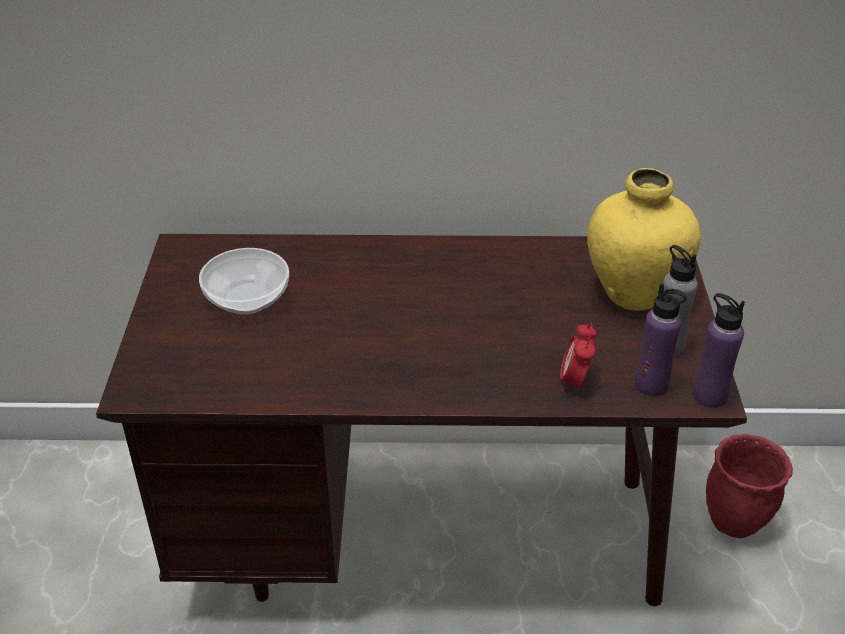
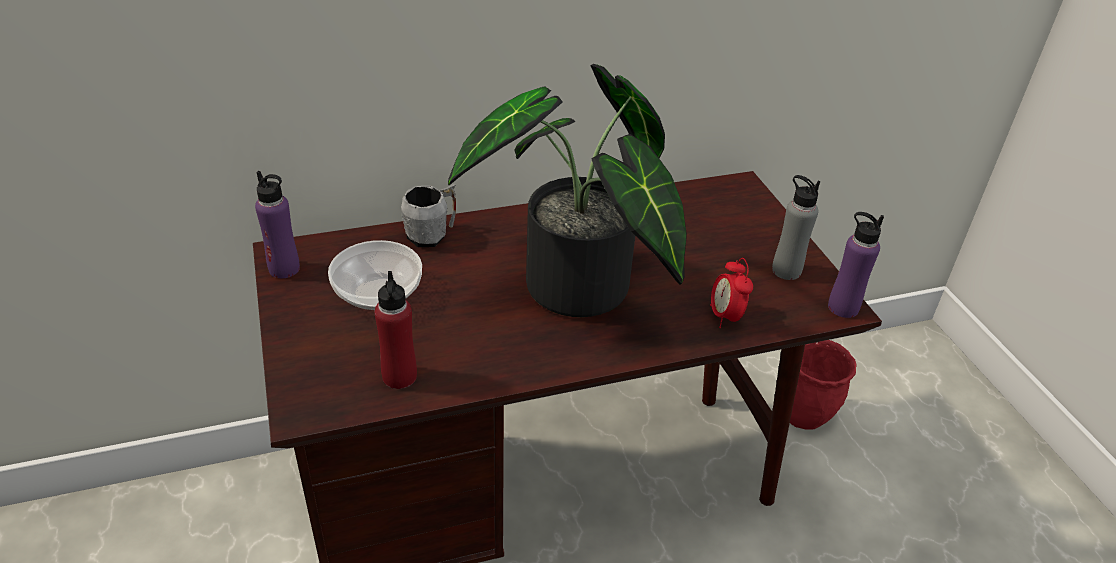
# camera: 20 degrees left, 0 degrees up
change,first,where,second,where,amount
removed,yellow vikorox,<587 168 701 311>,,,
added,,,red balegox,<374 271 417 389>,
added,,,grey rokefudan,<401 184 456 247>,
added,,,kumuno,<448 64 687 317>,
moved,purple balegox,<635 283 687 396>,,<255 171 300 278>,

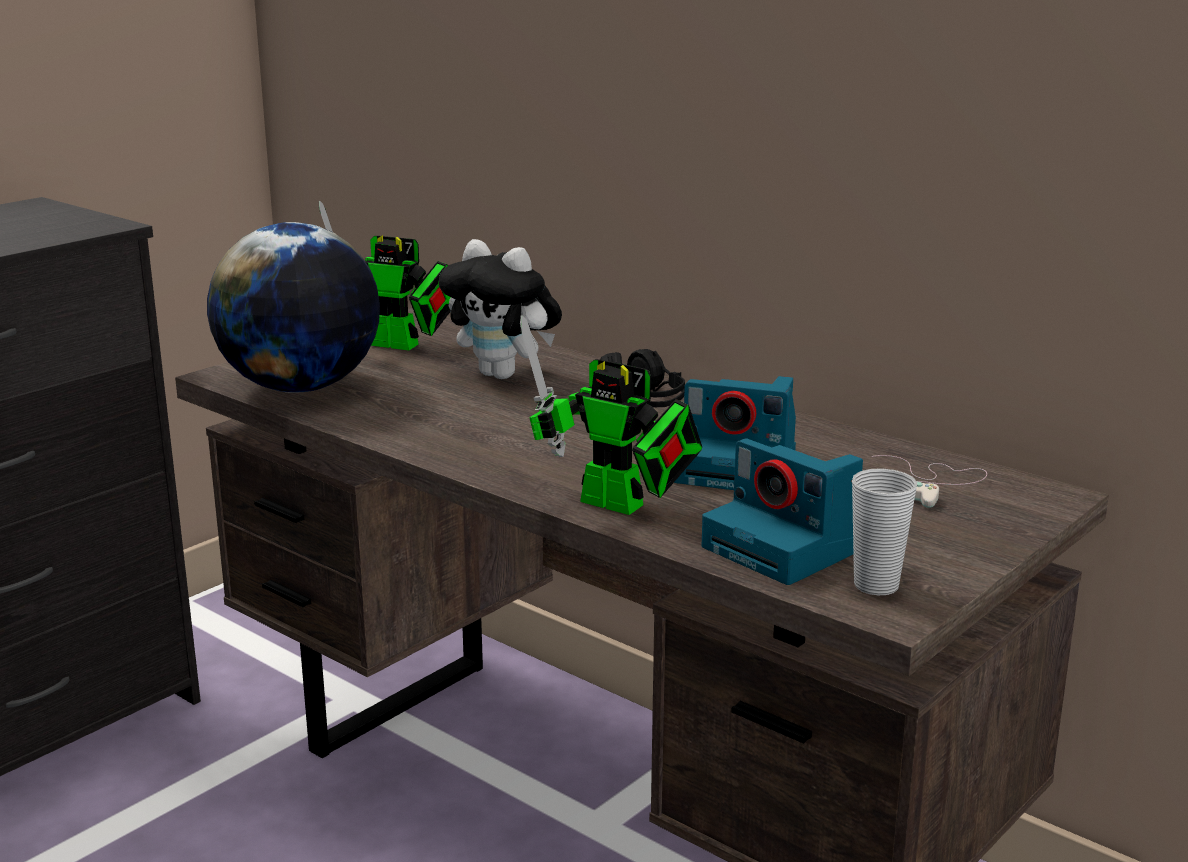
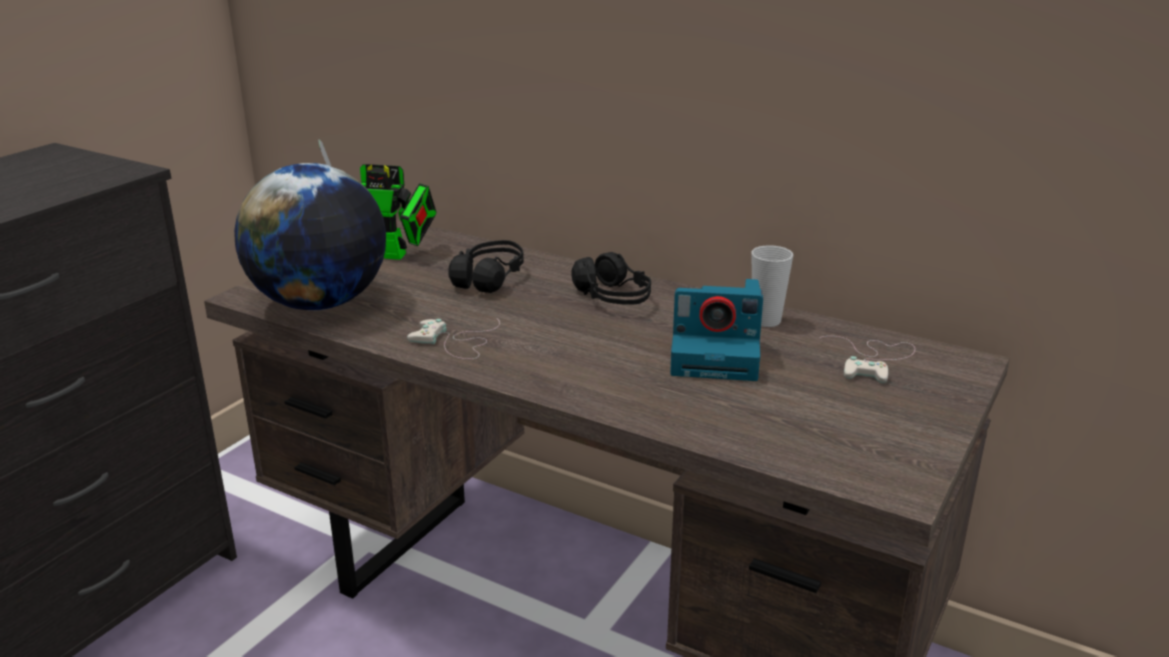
# camera: 10 degrees left, 5 degrees up
change,first,where,second,where,amount
removed,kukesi,<520 315 702 515>,,,
removed,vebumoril,<702 439 863 585>,,,
added,,,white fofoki,<407 319 500 359>,
moved,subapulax,<852 468 918 595>,,<751 245 793 327>,
replaced,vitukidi,<439 239 562 379>,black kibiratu,<448 240 524 293>,

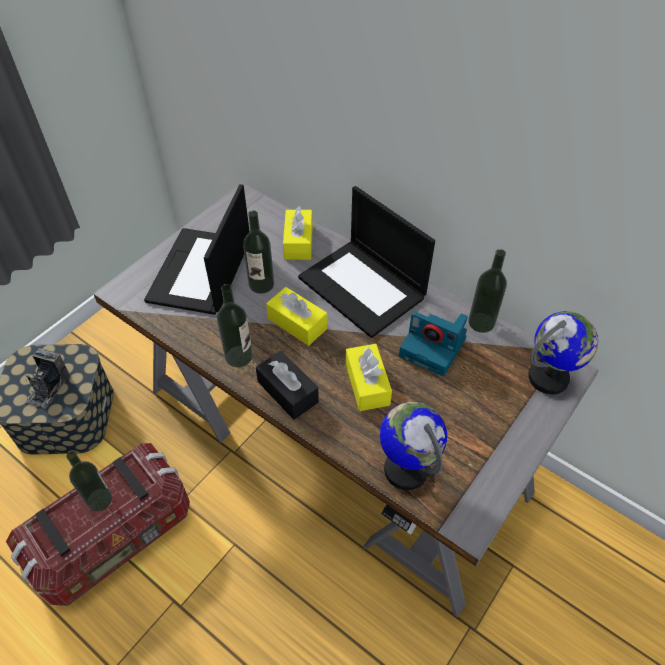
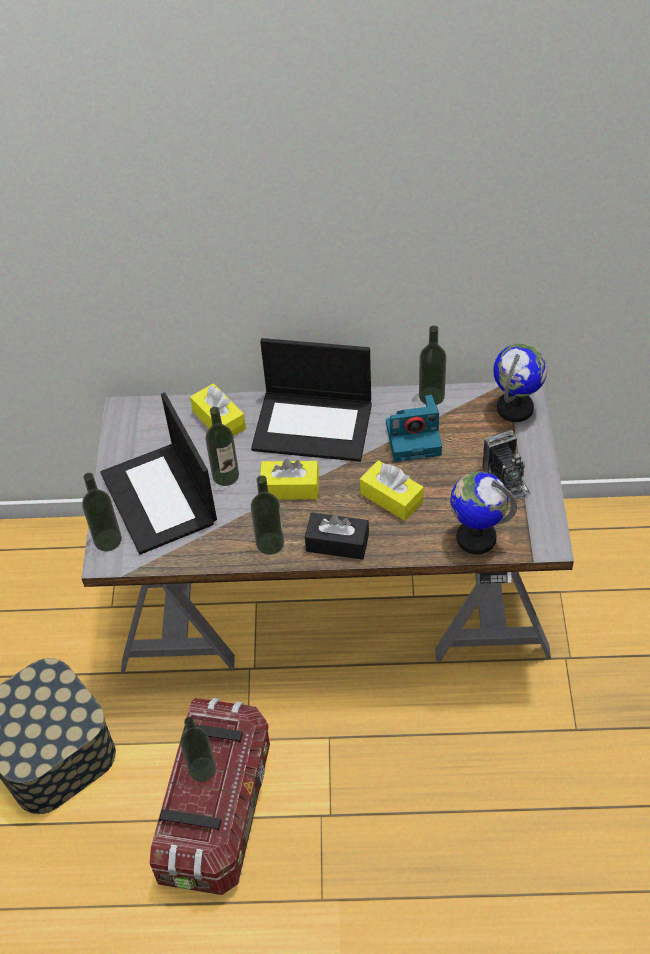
# camera: 35 degrees left, 0 degrees up
change,first,where,second,where,amount
added,,,balegox,<82 473 122 551>,
moved,vebumoril,<25 348 70 408>,,<482 430 531 502>,

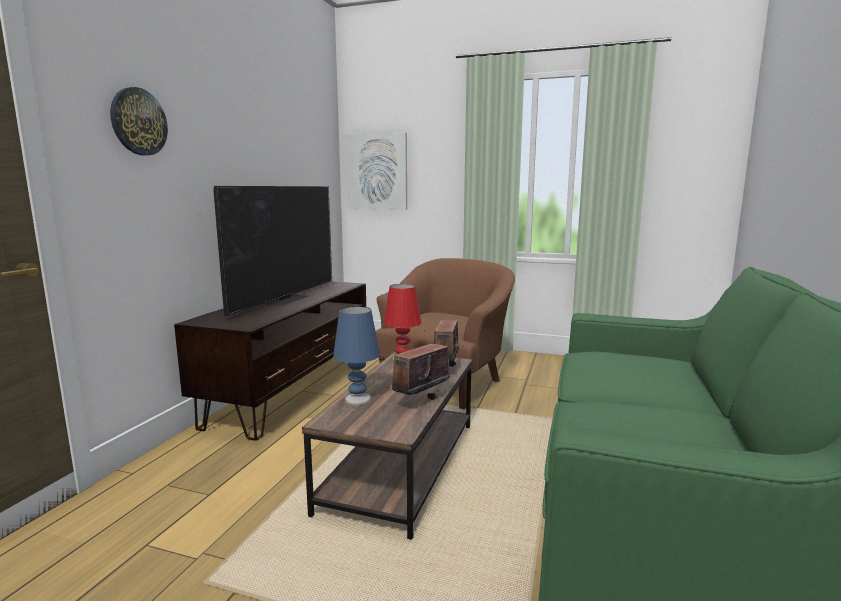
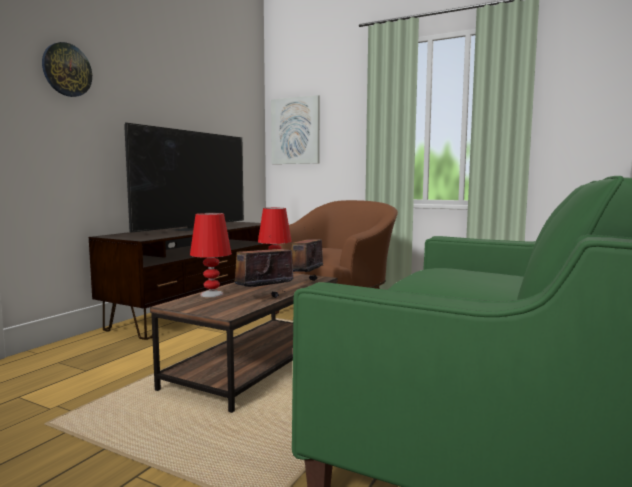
# camera: 10 degrees right, 5 degrees down
change,first,where,second,where,amount
recoloured,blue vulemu,<333 306 380 404>,red vulemu,<190 213 232 297>,

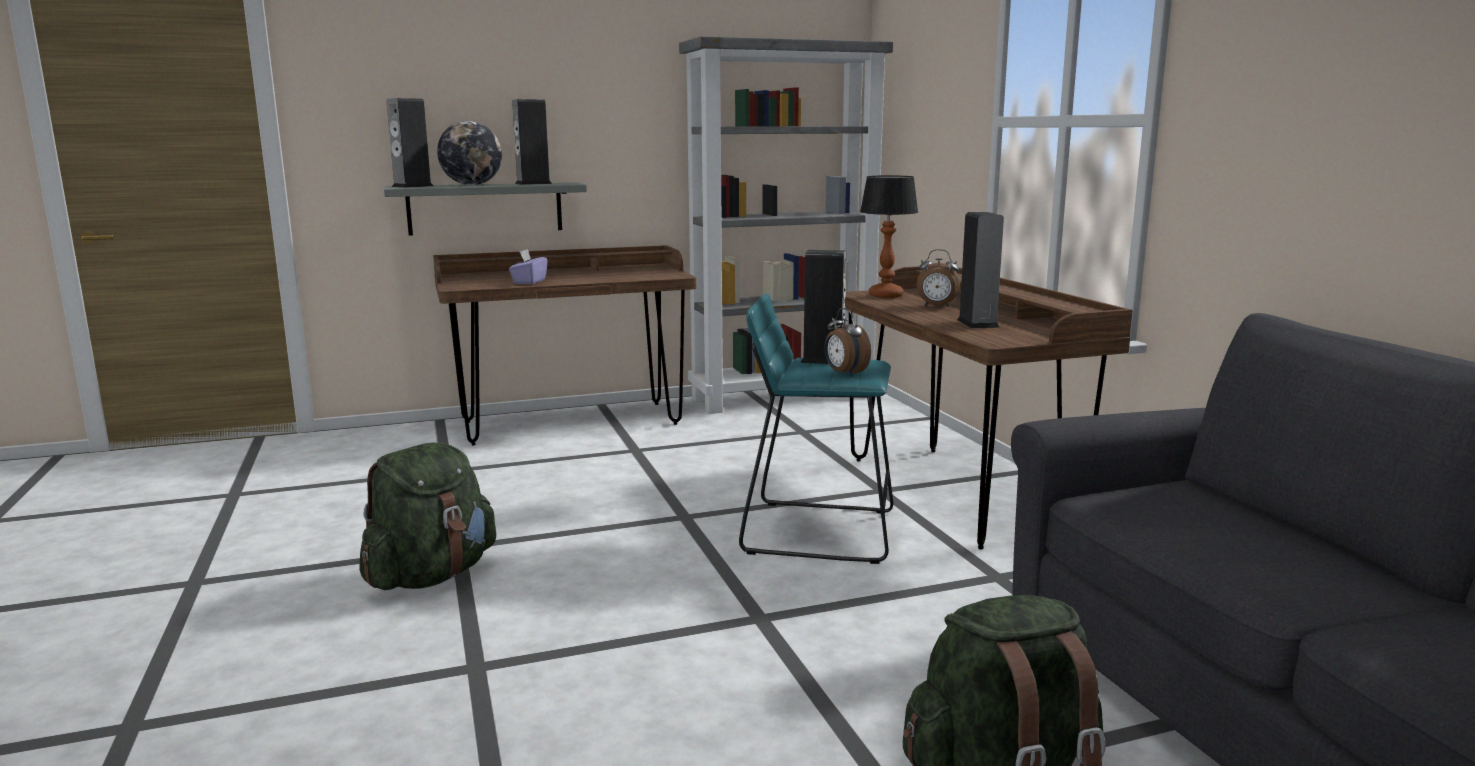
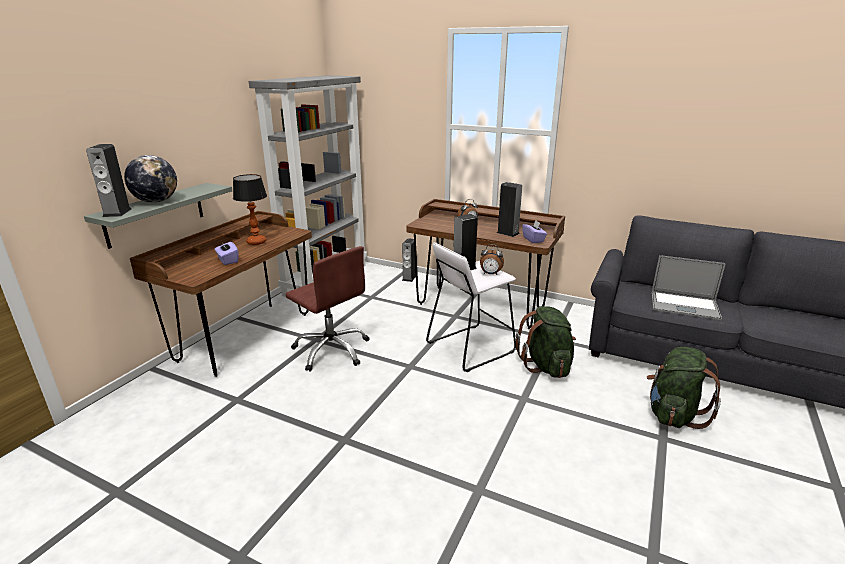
# camera: 45 degrees left, 10 degrees up
change,first,where,second,where,amount
added,,,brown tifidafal,<285 246 369 372>,
added,,,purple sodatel,<522 220 547 243>,
added,,,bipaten,<651 255 725 320>,
moved,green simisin,<359 442 496 590>,,<516 306 576 378>,
moved,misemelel,<512 99 552 185>,,<402 238 416 282>,
moved,vulemu,<860 175 918 298>,,<233 174 267 245>,
recoloured,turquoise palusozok,<739 293 894 564>,white palusozok,<426 243 516 372>,

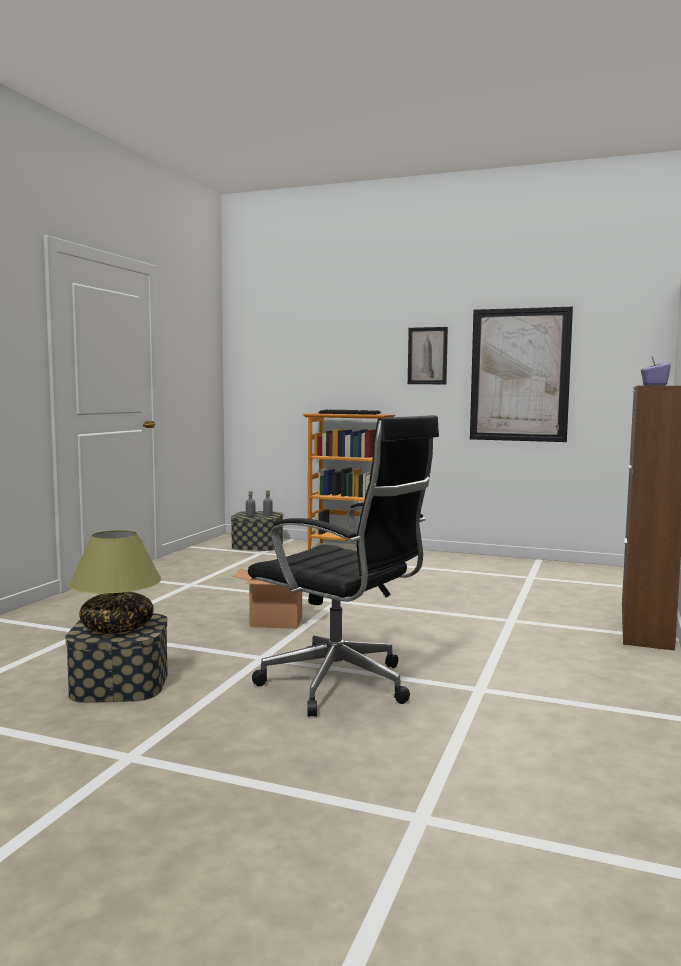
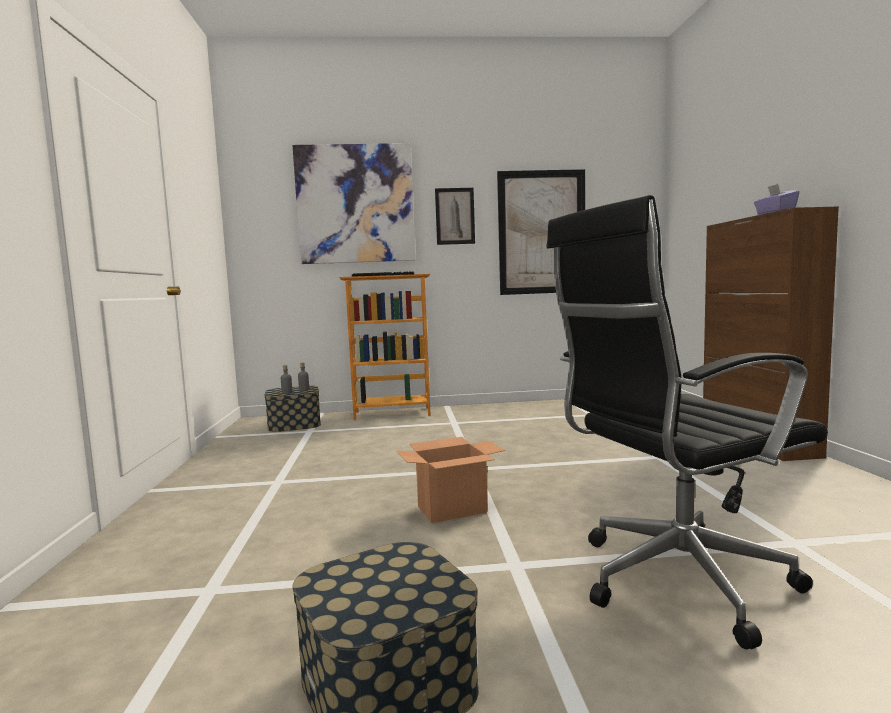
# camera: 25 degrees left, 0 degrees up
change,first,where,second,where,amount
removed,vulemu,<69 530 161 633>,,,
added,,,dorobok,<292 143 416 264>,
turned,black tifidafal,<248 415 439 717>,,<546 195 828 649>,150 degrees clockwise

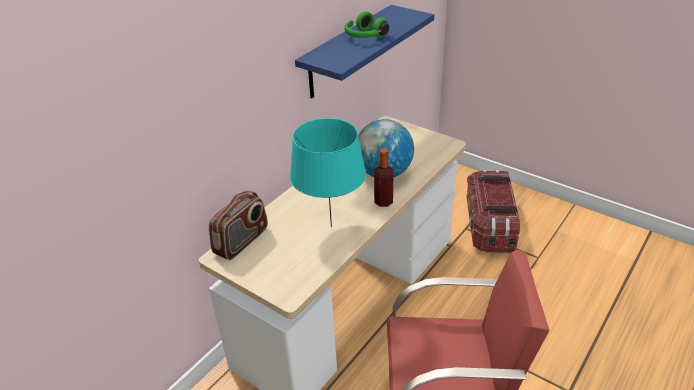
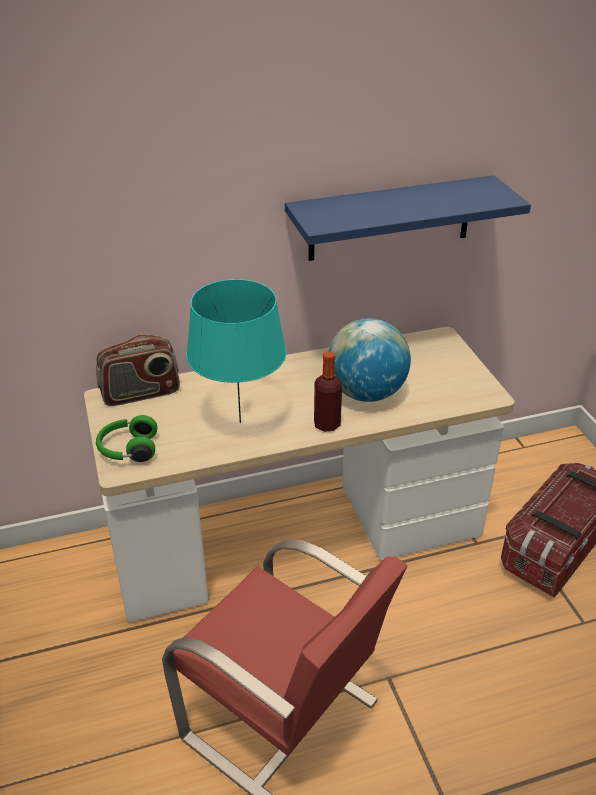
# camera: 35 degrees right, 0 degrees up
change,first,where,second,where,amount
moved,green kibiratu,<345 11 389 38>,,<96 415 157 462>,

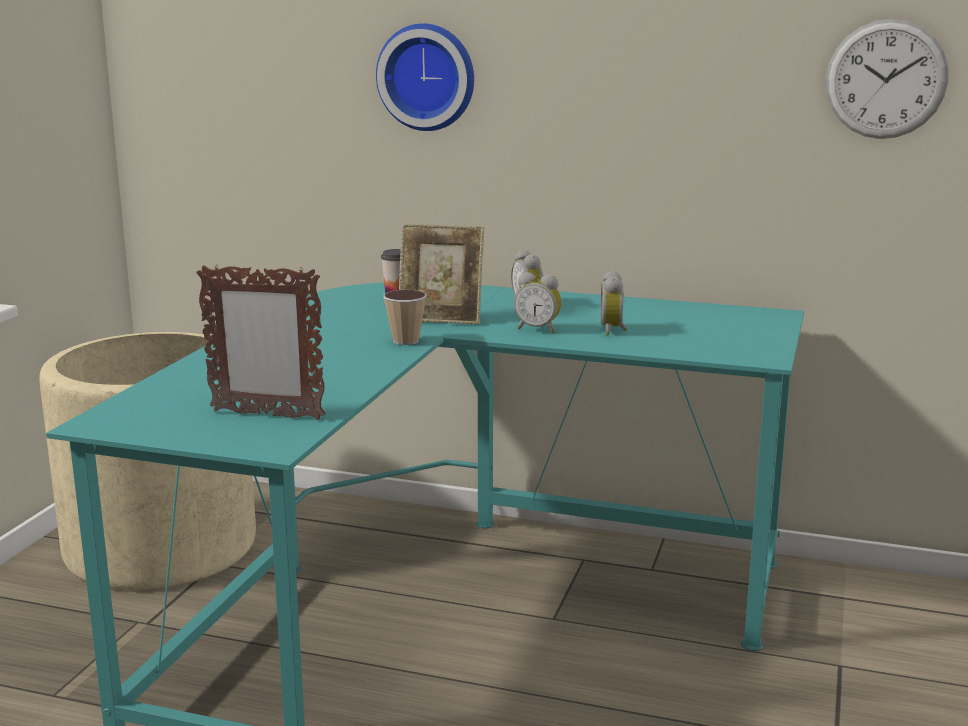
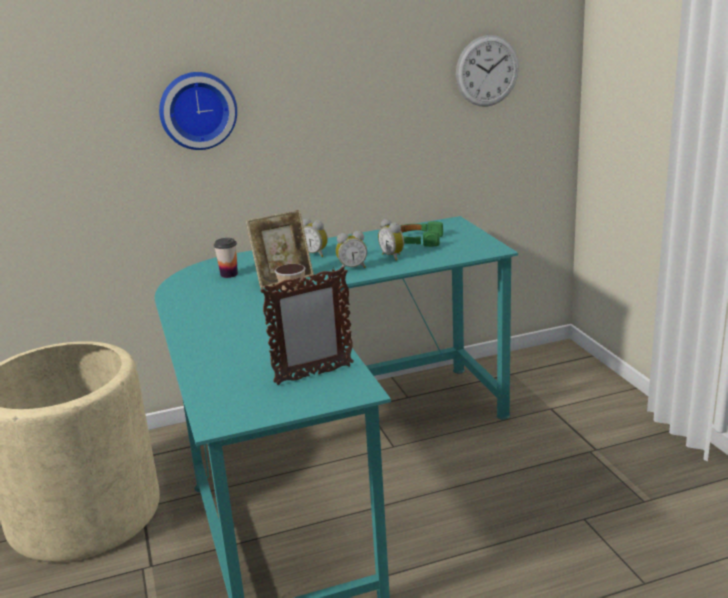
# camera: 35 degrees left, 5 degrees up
change,first,where,second,where,amount
added,,,green kibiratu,<400 221 443 247>,

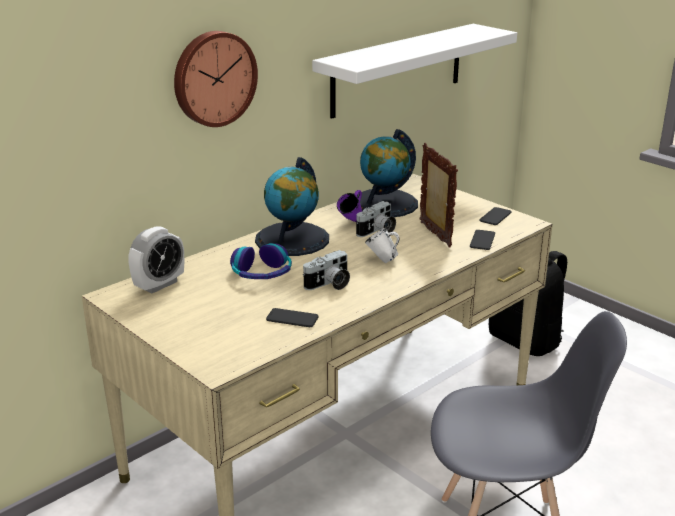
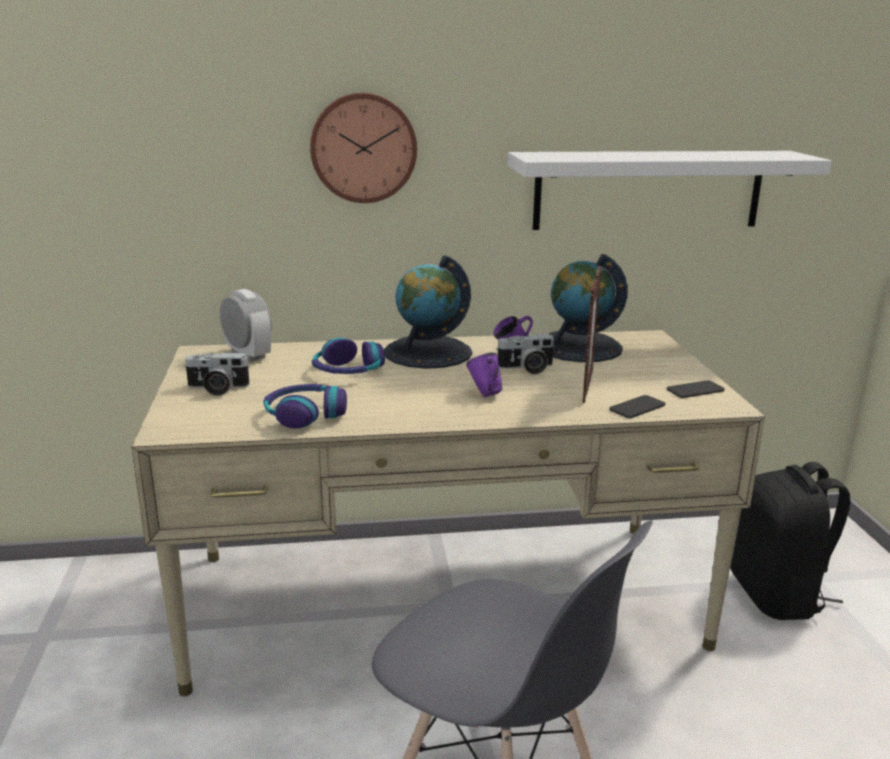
# camera: 35 degrees right, 5 degrees down
change,first,where,second,where,amount
moved,vebumoril,<303 250 350 290>,,<184 353 250 396>,
replaced,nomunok,<266 308 318 327>,kibiratu,<263 384 347 428>,
recoloured,white rokefudan,<365 228 400 263>,purple rokefudan,<466 353 502 397>,
turned,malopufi,<129 226 184 293>,,<220 289 272 362>,120 degrees counterclockwise

